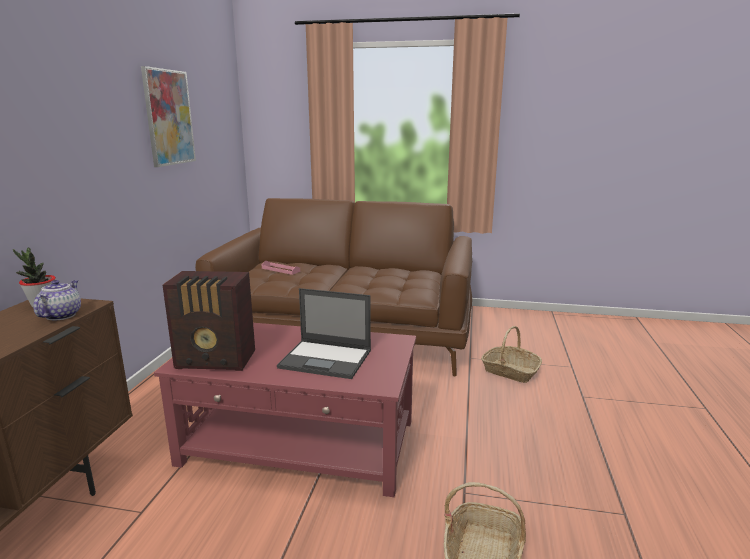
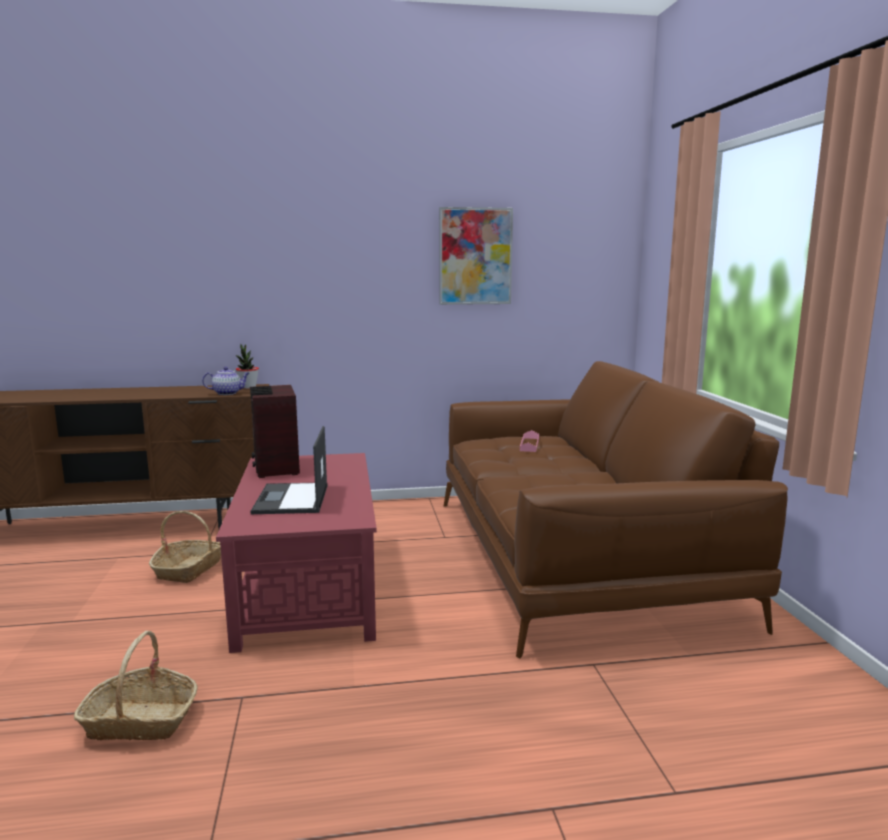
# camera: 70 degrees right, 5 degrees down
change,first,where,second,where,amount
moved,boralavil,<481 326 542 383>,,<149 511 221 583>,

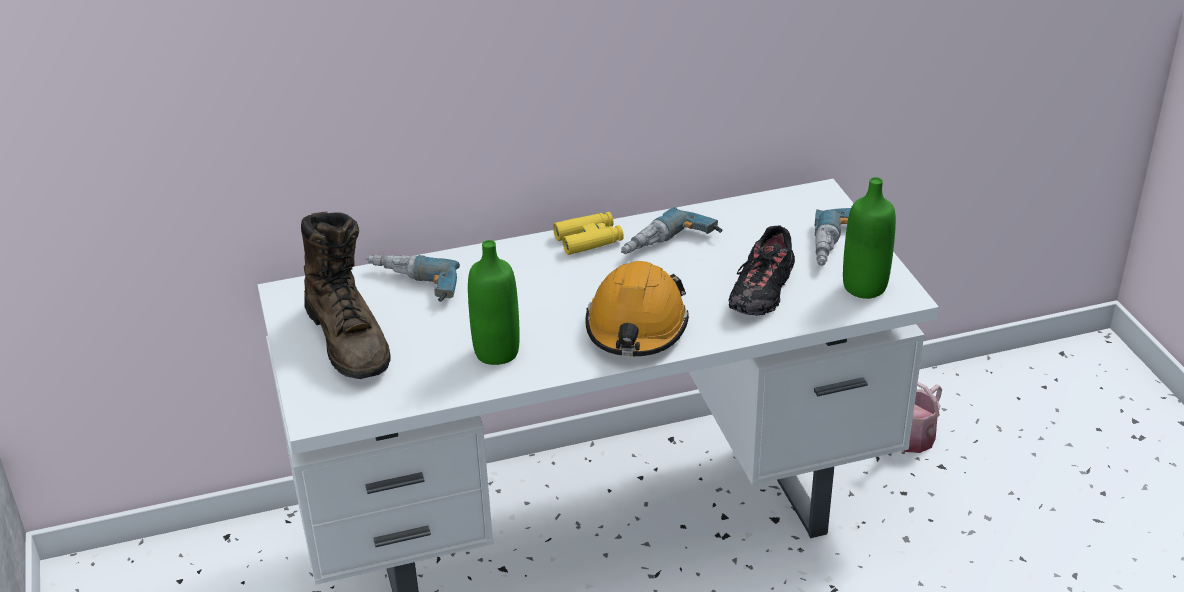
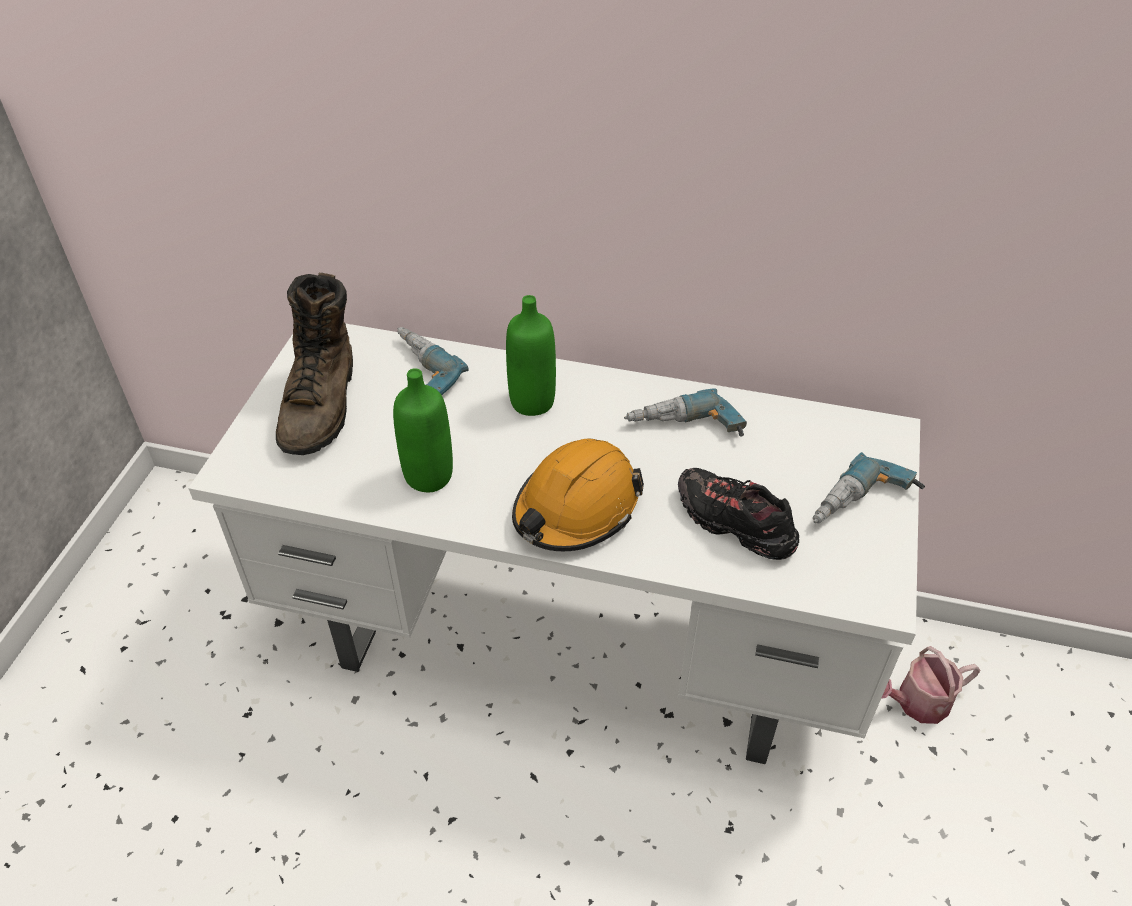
# camera: 30 degrees right, 10 degrees up
change,first,where,second,where,amount
removed,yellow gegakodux,<553 212 624 255>,,,
moved,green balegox,<843 177 896 299>,,<506 295 556 416>,
turned,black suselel,<729 226 795 316>,,<678 468 799 560>,75 degrees clockwise

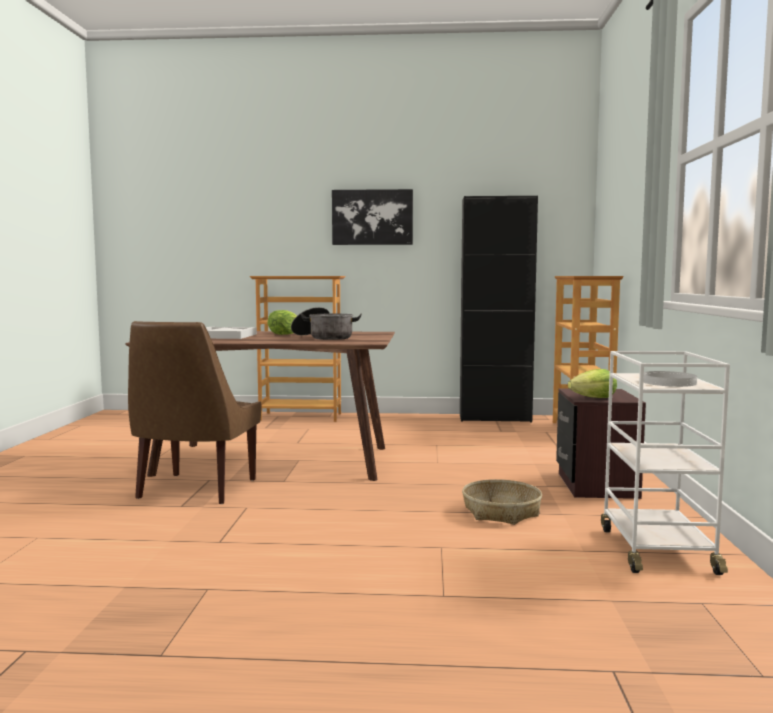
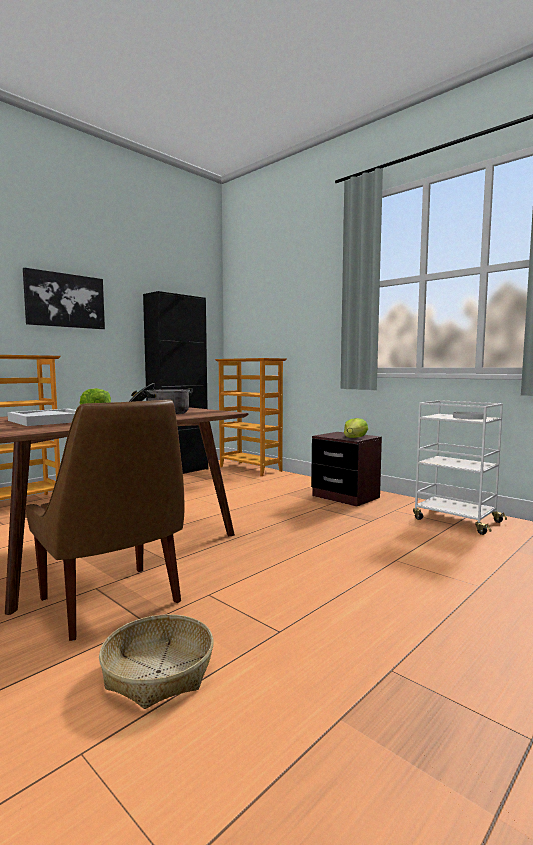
# camera: 50 degrees left, 0 degrees up
change,first,where,second,where,amount
moved,boralavil,<462 479 542 525>,,<99 614 214 709>,

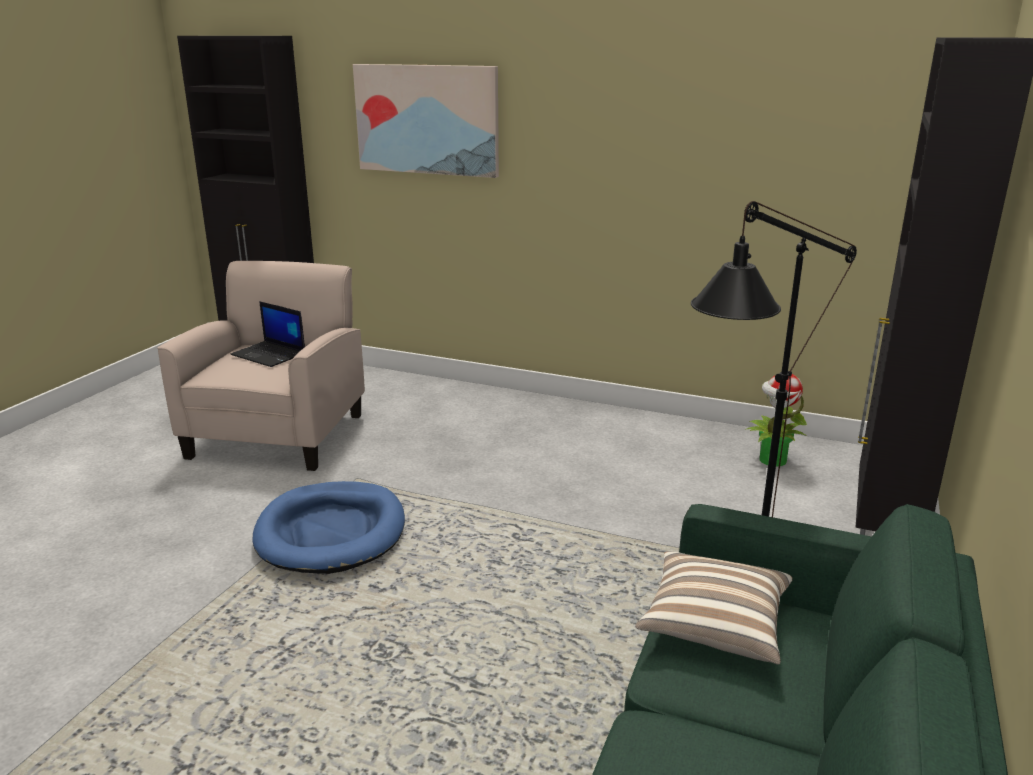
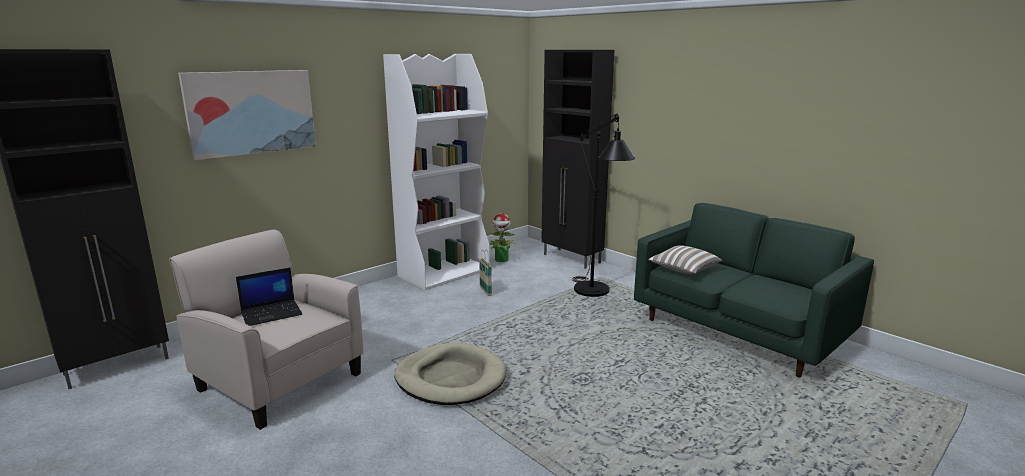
# camera: 65 degrees left, 5 degrees down
change,first,where,second,where,amount
added,,,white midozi,<383 54 490 290>,
added,,,boralavil,<479 250 492 296>,
recoloured,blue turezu,<252 481 405 574>,beige turezu,<394 343 506 405>,

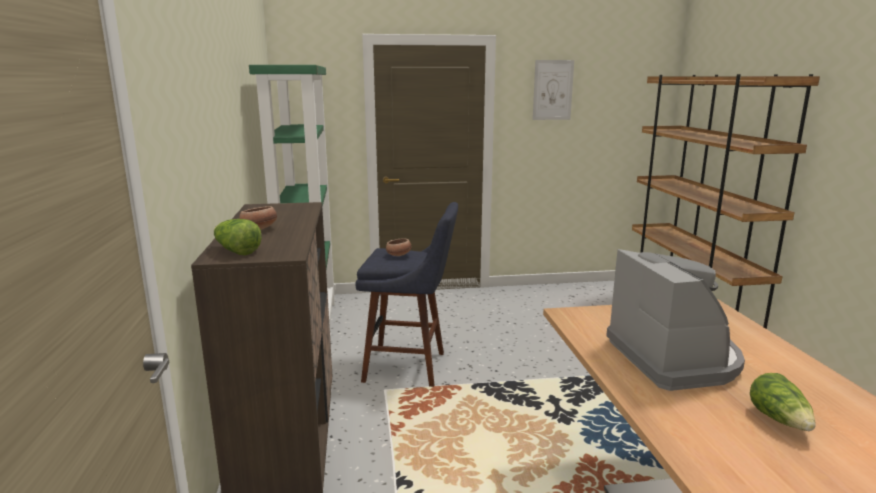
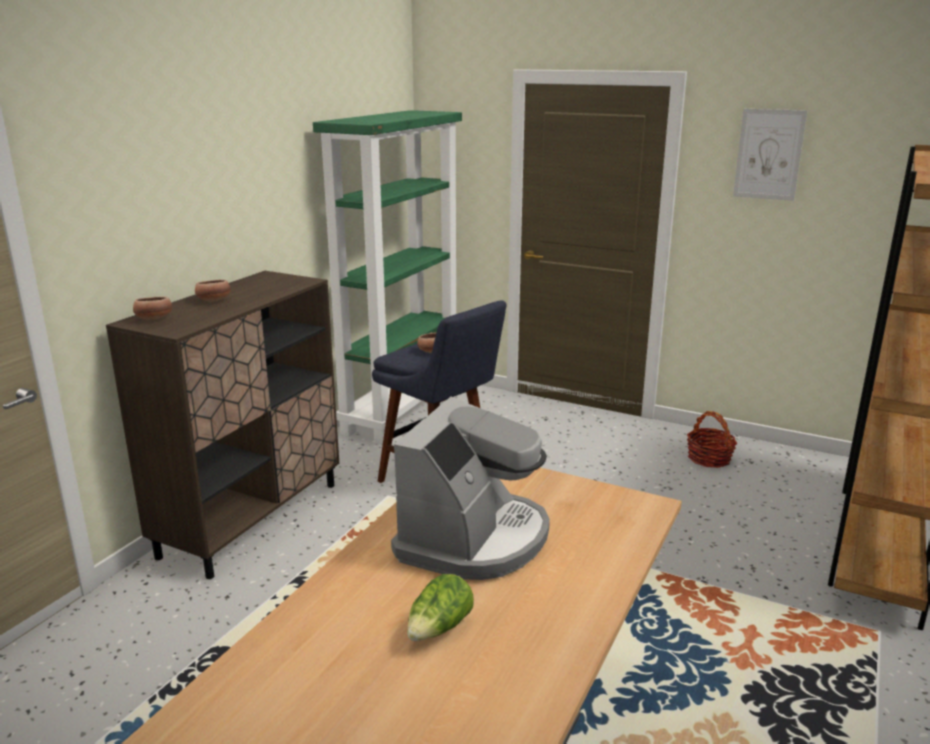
# camera: 35 degrees right, 5 degrees up
change,first,where,second,where,amount
added,,,boralavil,<687 411 737 468>,
replaced,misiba,<214 219 262 255>,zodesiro,<133 296 172 320>,

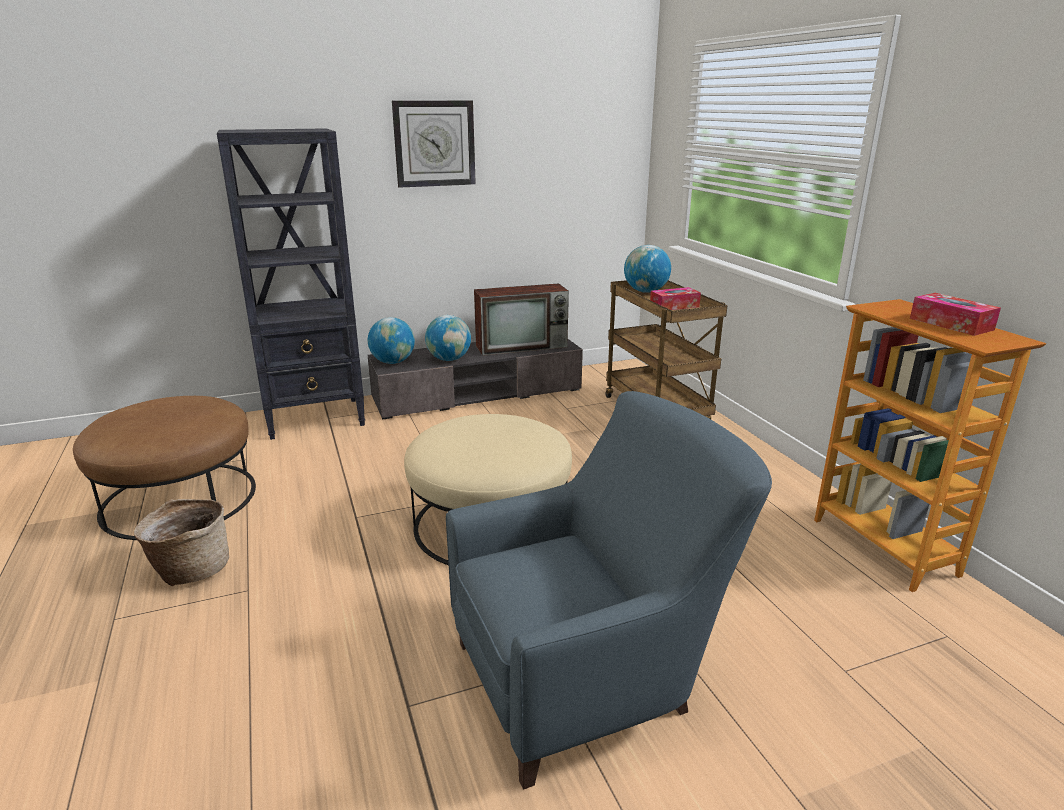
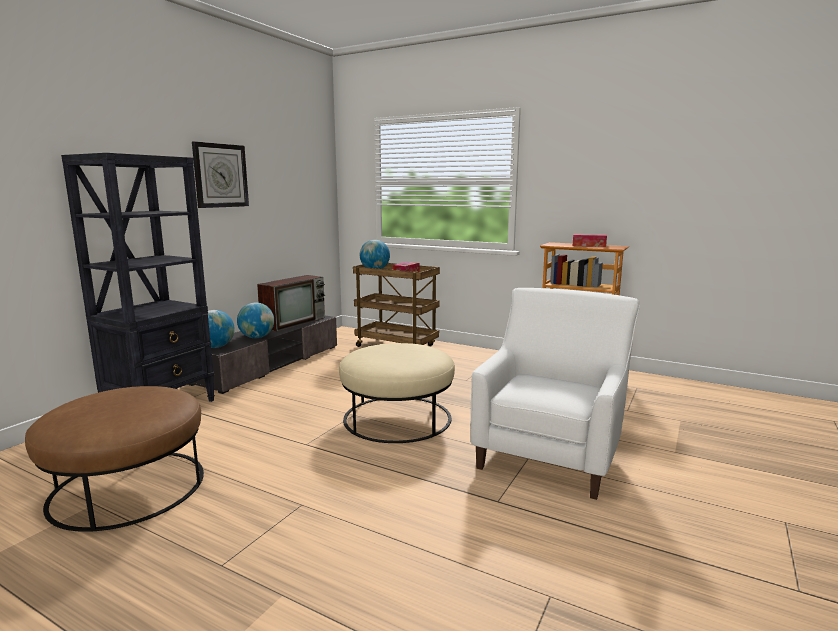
# camera: 40 degrees left, 10 degrees down
change,first,where,second,where,amount
removed,boralavil,<134 499 229 586>,,,
recoloured,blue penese,<446 391 772 790>,white penese,<470 288 640 500>,

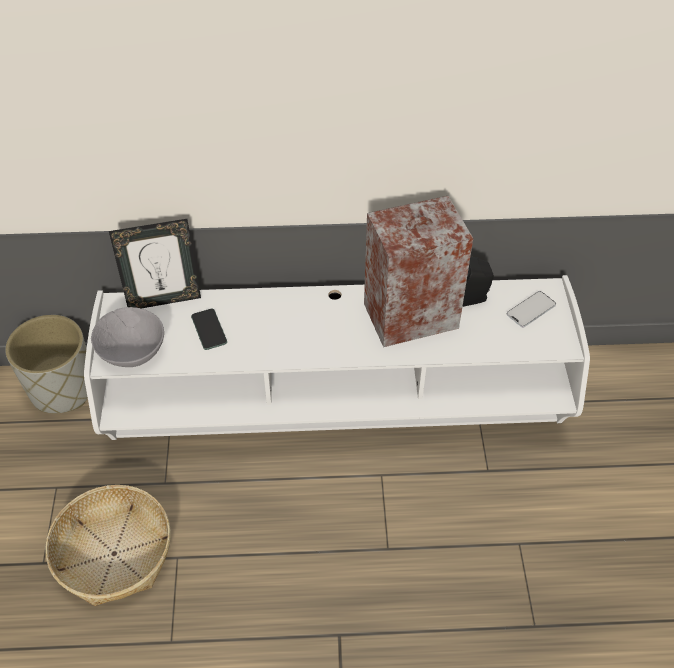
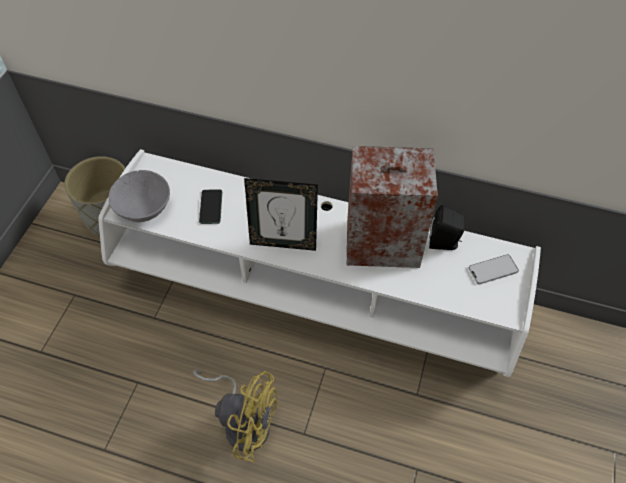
# camera: 20 degrees right, 5 degrees up
change,first,where,second,where,amount
removed,boralavil,<45 485 171 606>,,,
added,,,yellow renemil,<193 369 277 463>,
moved,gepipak,<109 219 201 308>,,<244 178 318 251>,

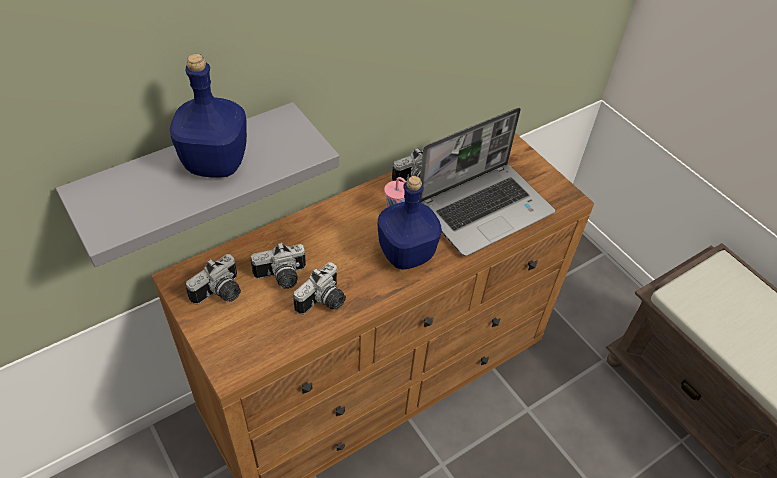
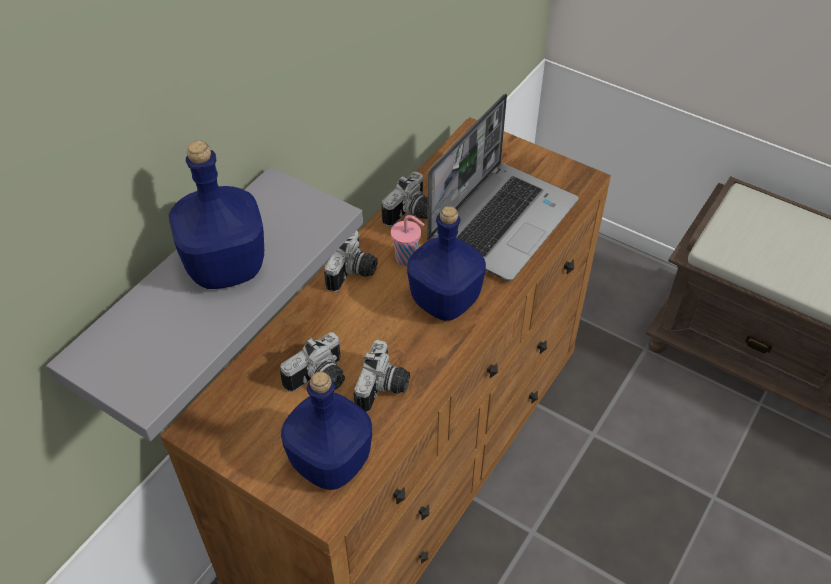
# camera: 20 degrees left, 0 degrees up
change,first,where,second,where,amount
added,,,blue balegox,<281 372 372 490>,
moved,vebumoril,<186 254 241 304>,,<324 230 378 292>,

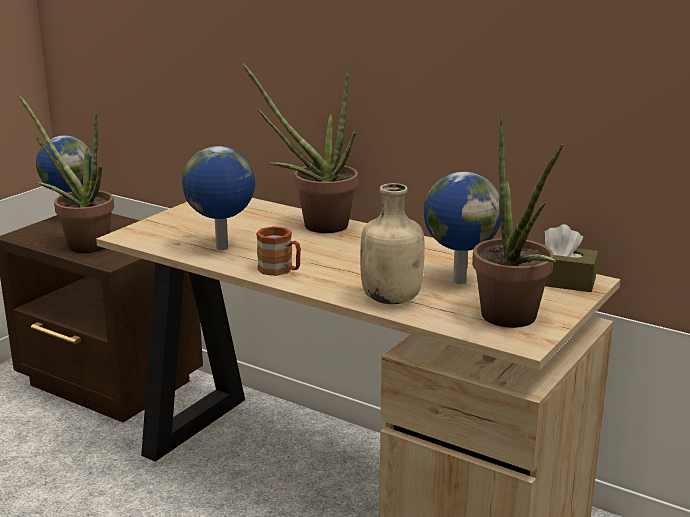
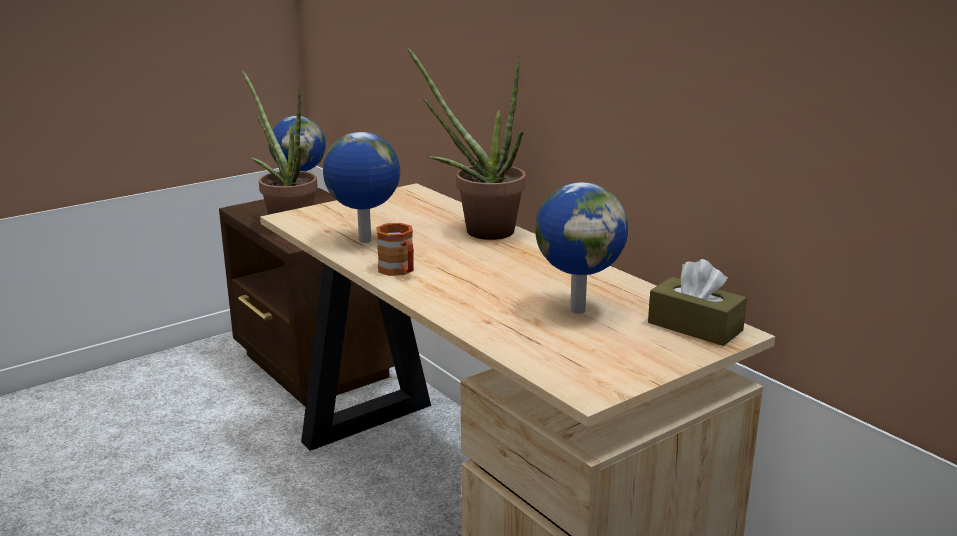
# camera: 20 degrees right, 0 degrees up
change,first,where,second,where,amount
removed,beige balegox,<360 183 425 304>,,,
removed,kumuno,<472 115 563 328>,,,

